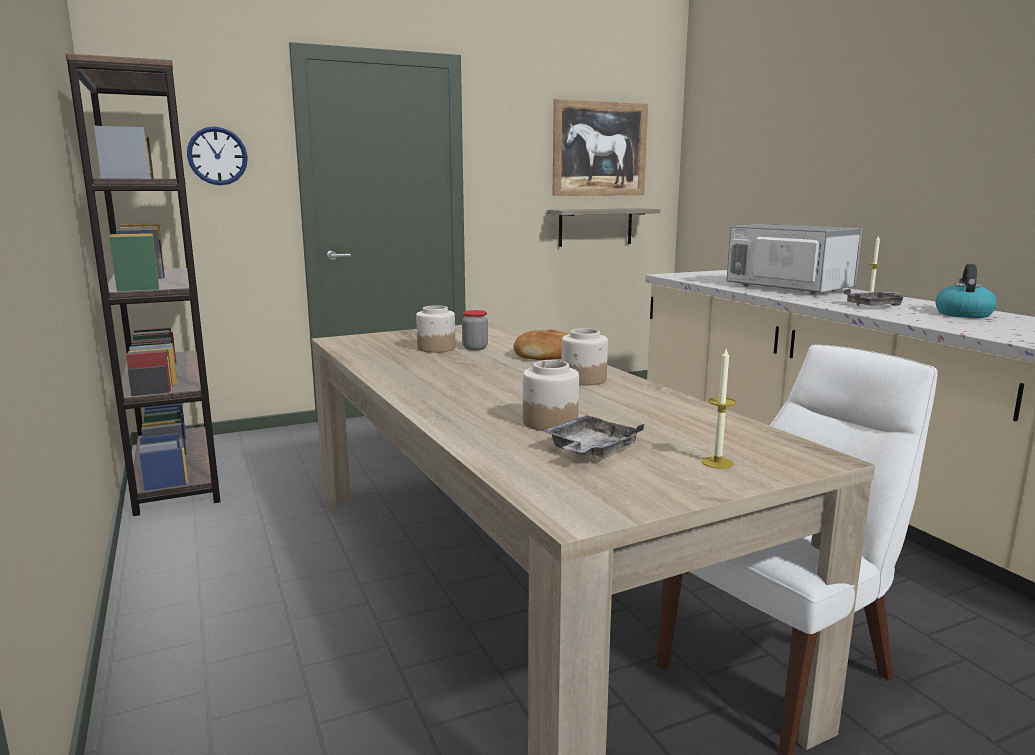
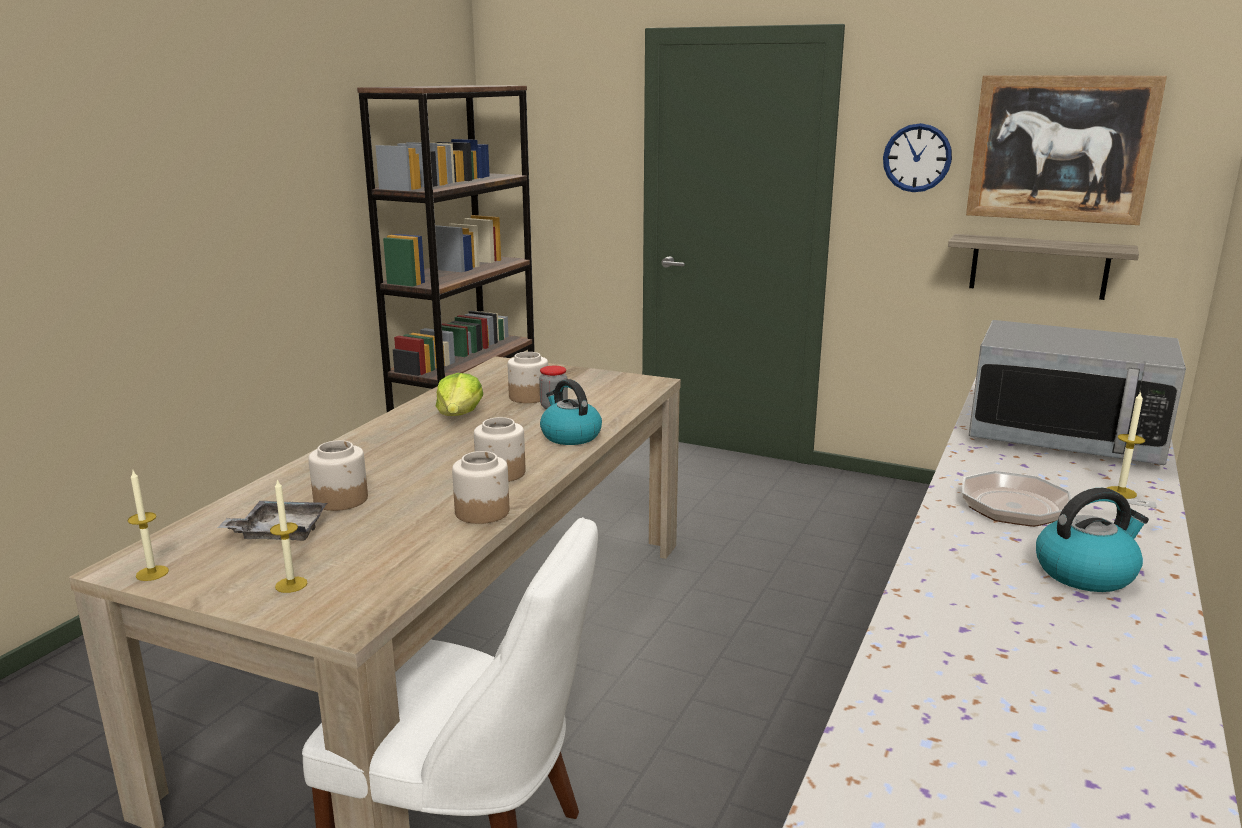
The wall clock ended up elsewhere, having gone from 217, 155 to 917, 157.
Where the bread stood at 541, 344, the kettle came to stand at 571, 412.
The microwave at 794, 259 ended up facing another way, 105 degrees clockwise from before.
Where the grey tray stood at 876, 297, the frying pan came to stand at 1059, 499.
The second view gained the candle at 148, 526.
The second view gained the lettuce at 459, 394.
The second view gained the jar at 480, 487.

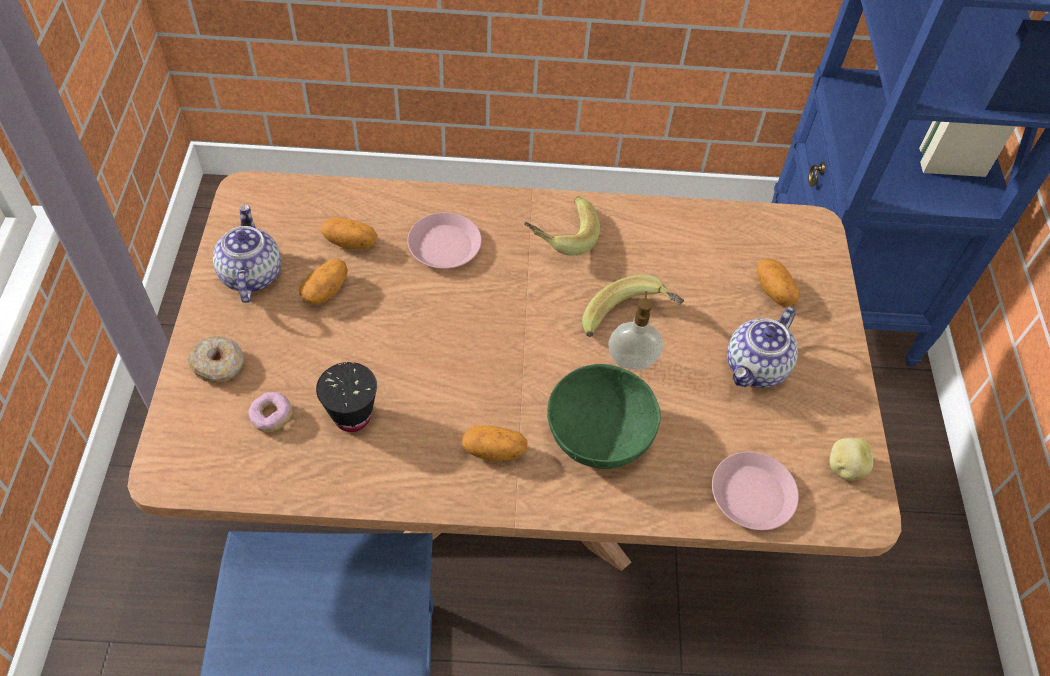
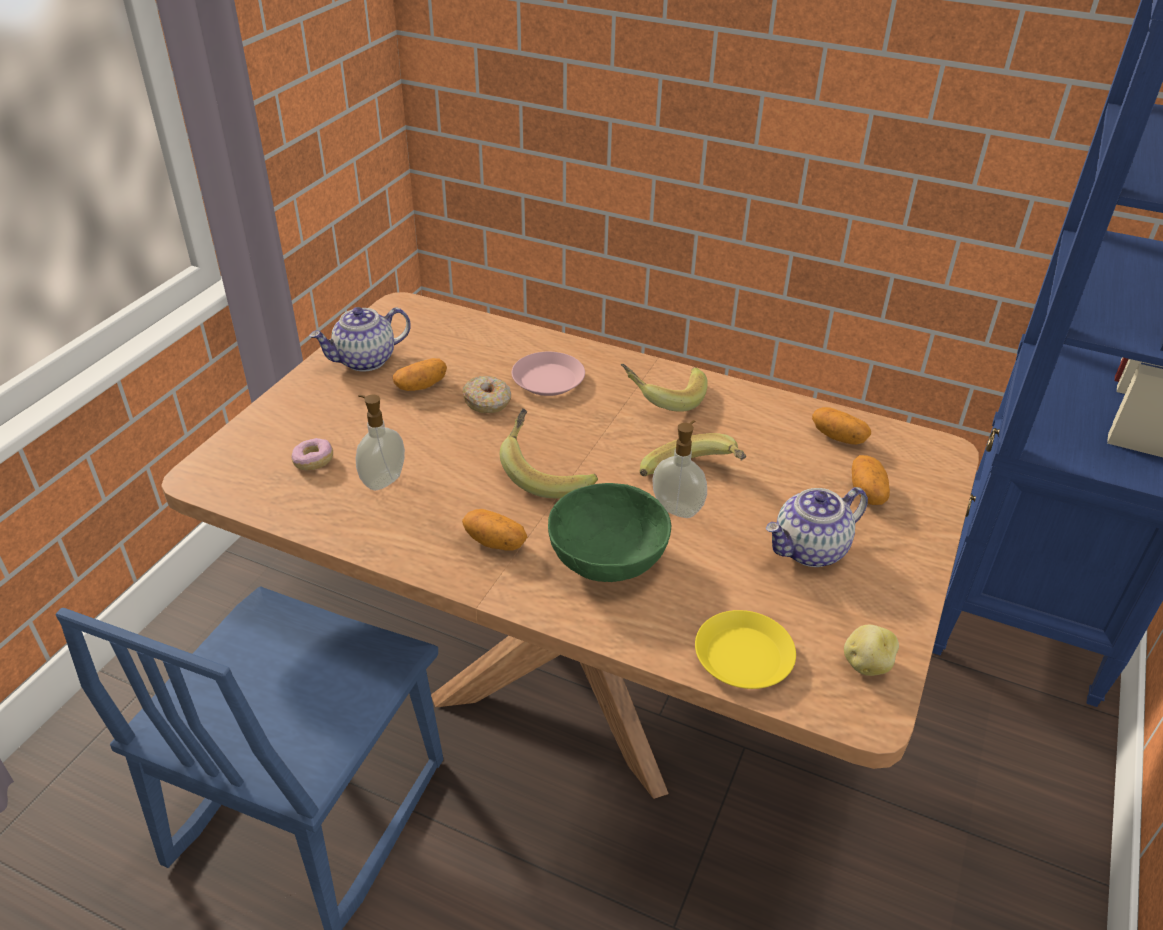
The donut ended up elsewhere, having gone from 216, 359 to 486, 394.
The teapot at 247, 253 ended up facing another way, 135 degrees counterclockwise from before.
Where the black cup stood at 346, 397, the soap dispenser came to stand at 380, 442.
The potato ended up elsewhere, having gone from 349, 233 to 841, 426.
What was the pink plate at 755, 491 turned into the yellow plate at 745, 649.
The second view gained the banana at 549, 453.

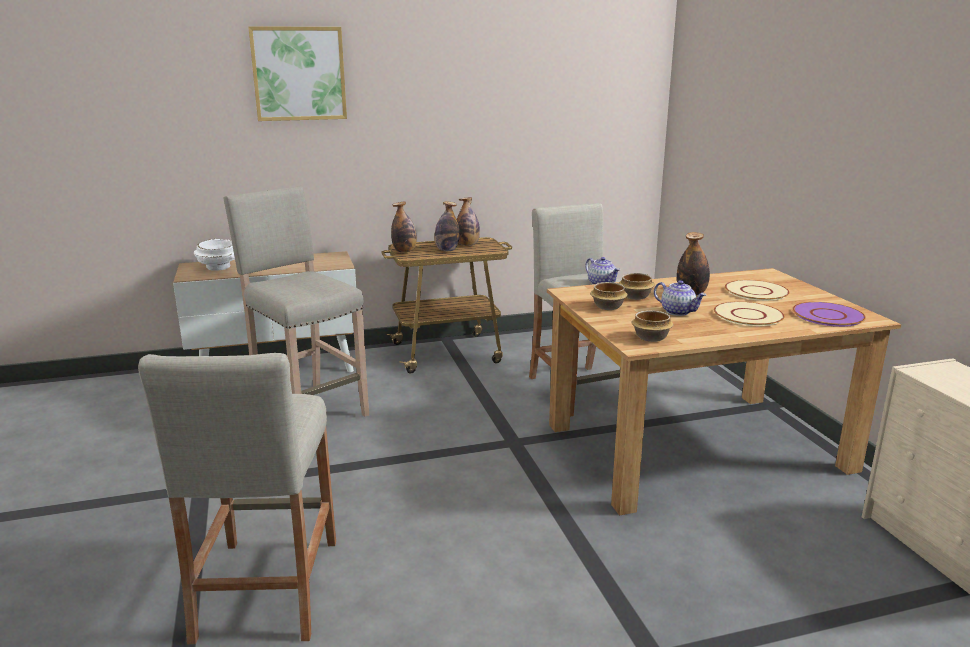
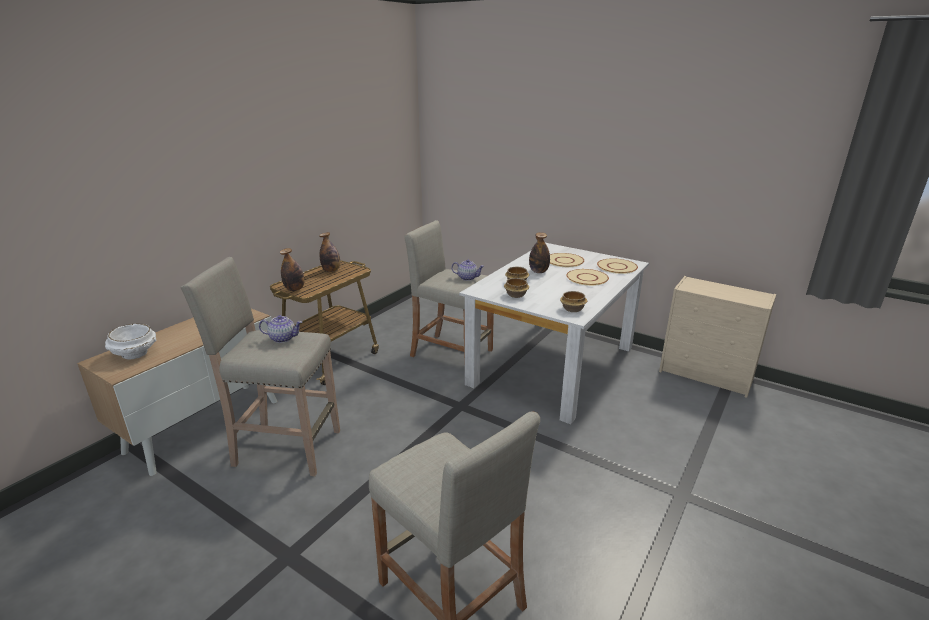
The second view lost the picture at 297, 73.
The second view lost the bottle at 447, 226.
What was the brown dining table at 724, 391 turned into the white dining table at 554, 333.
The teapot ended up elsewhere, having gone from 680, 298 to 280, 329.
What was the purple plate at 829, 314 turned into the beige plate at 617, 266.

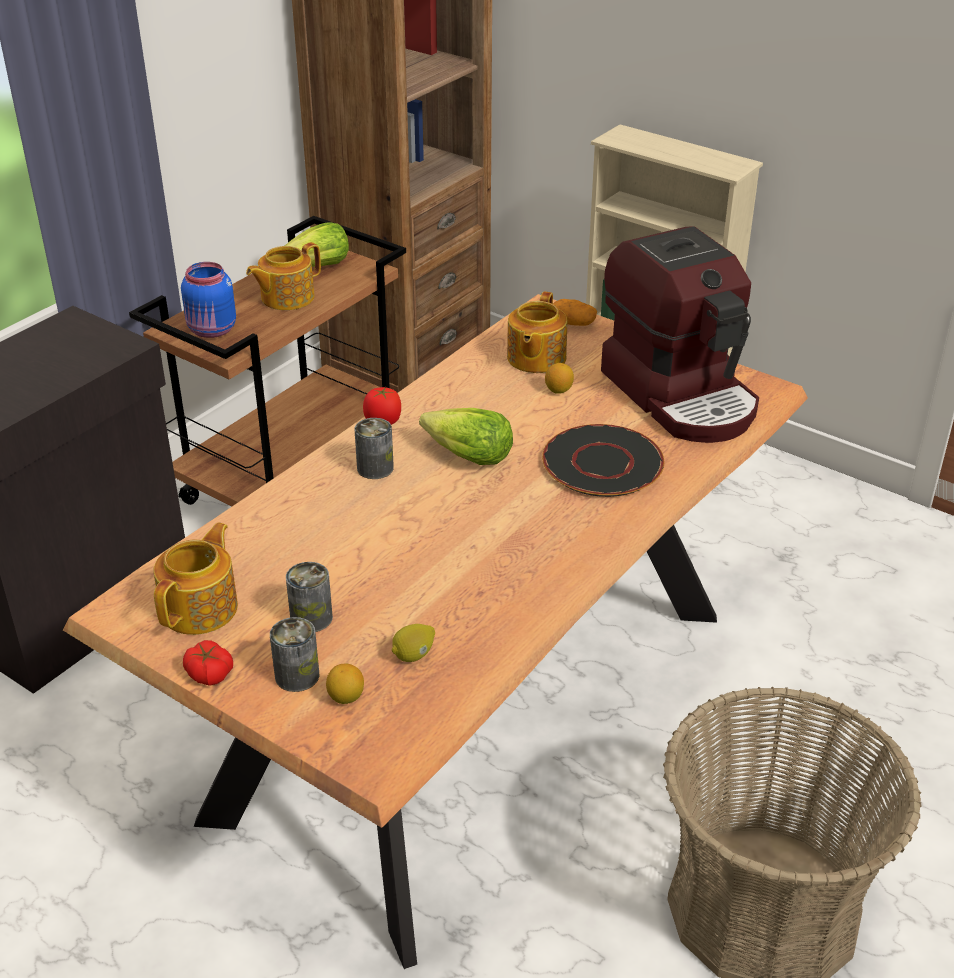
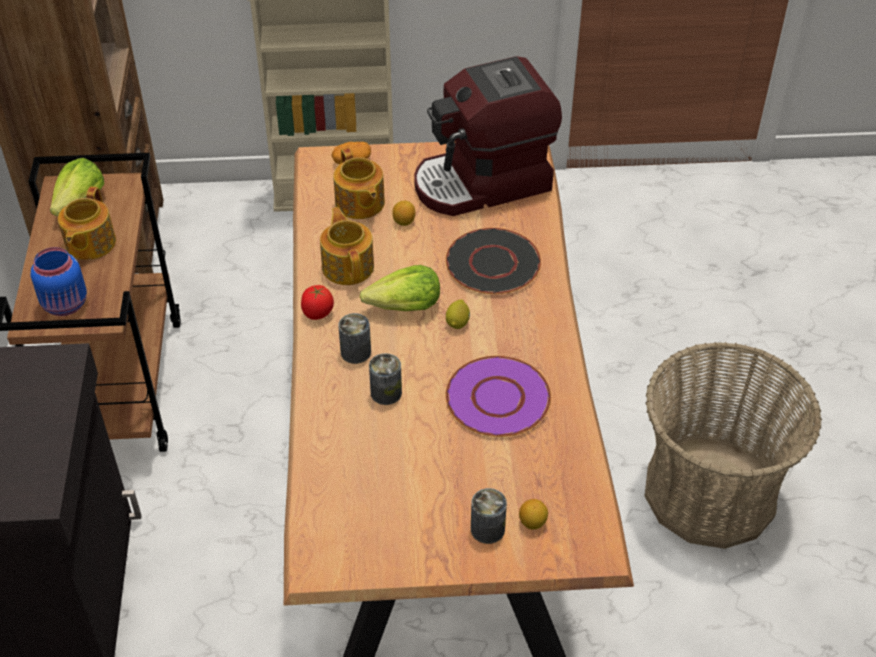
The teapot ended up elsewhere, having gone from 195, 578 to 347, 246.
The second view lost the tomato at 208, 663.
The can ended up elsewhere, having gone from 309, 597 to 385, 379.
The lemon ended up elsewhere, having gone from 413, 643 to 458, 314.
The coffee machine at 680, 334 ended up facing another way, 135 degrees clockwise from before.
The second view gained the purple plate at 498, 396.

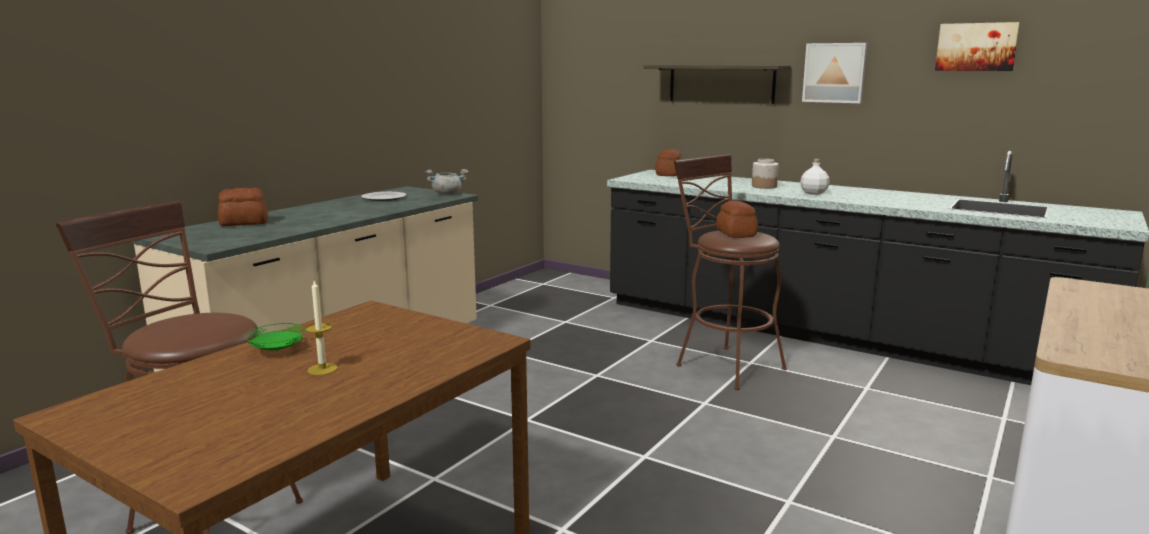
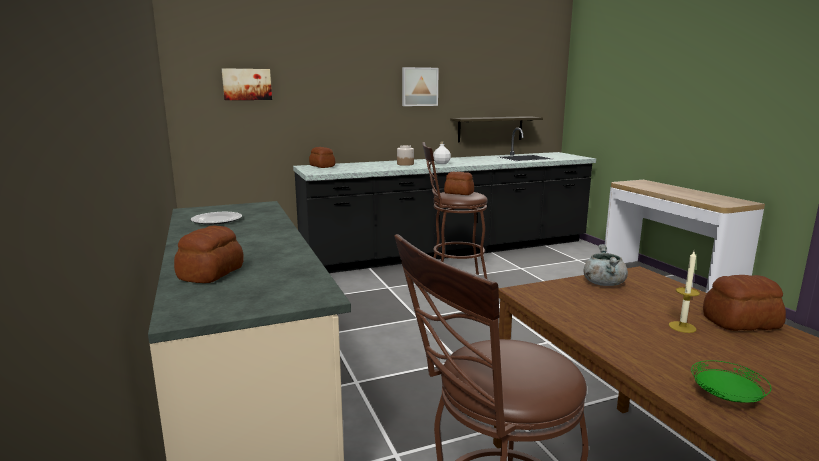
The green plate ended up elsewhere, having gone from 275, 337 to 731, 381.
The grey cooking pot ended up elsewhere, having gone from 447, 182 to 606, 265.
The shelf ended up elsewhere, having gone from 717, 84 to 496, 129.
The picture ended up elsewhere, having gone from 977, 46 to 247, 84.
The second view gained the bread at 744, 303.

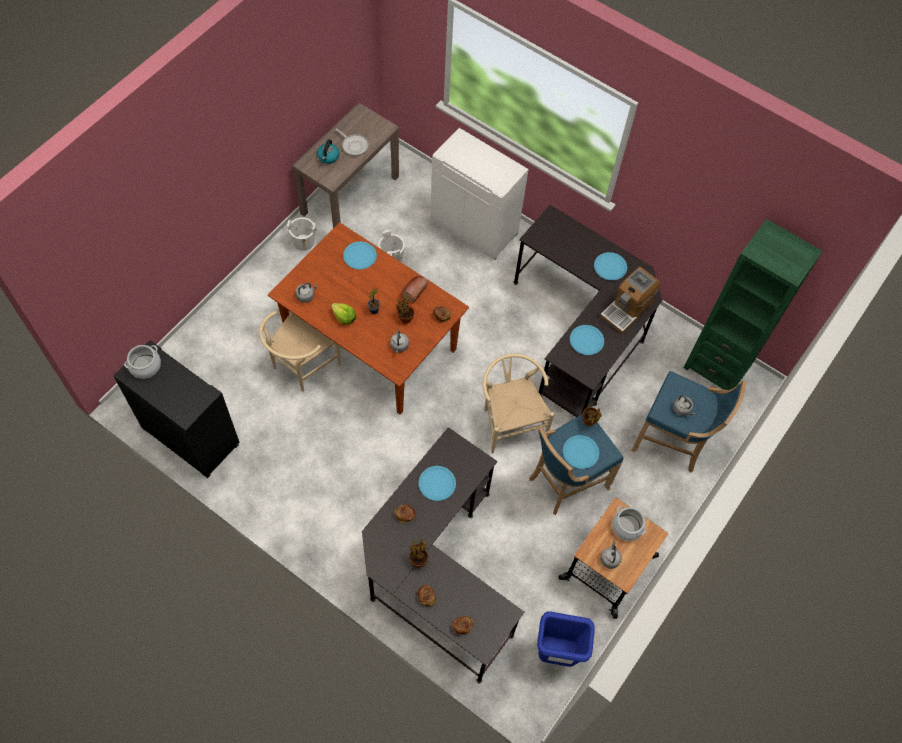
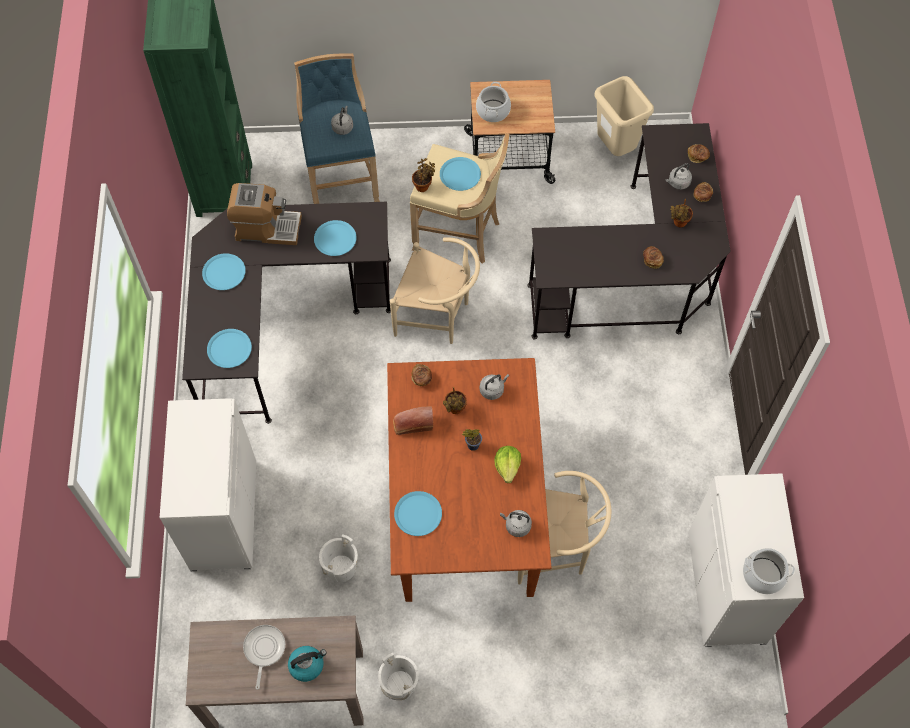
What was the black cabinet at 177, 409 turned into the white cabinet at 746, 560.
The blue plate ended up elsewhere, having gone from 437, 483 to 229, 348.
The beige chair at 518, 404 ended up facing another way, 105 degrees counterclockwise from before.
What was the blue stool at 576, 464 turned into the beige stool at 459, 198.
What was the blue trash can at 566, 639 turned into the beige trash can at 624, 116.
The grey kettle ended up elsewhere, having gone from 611, 555 to 679, 176.

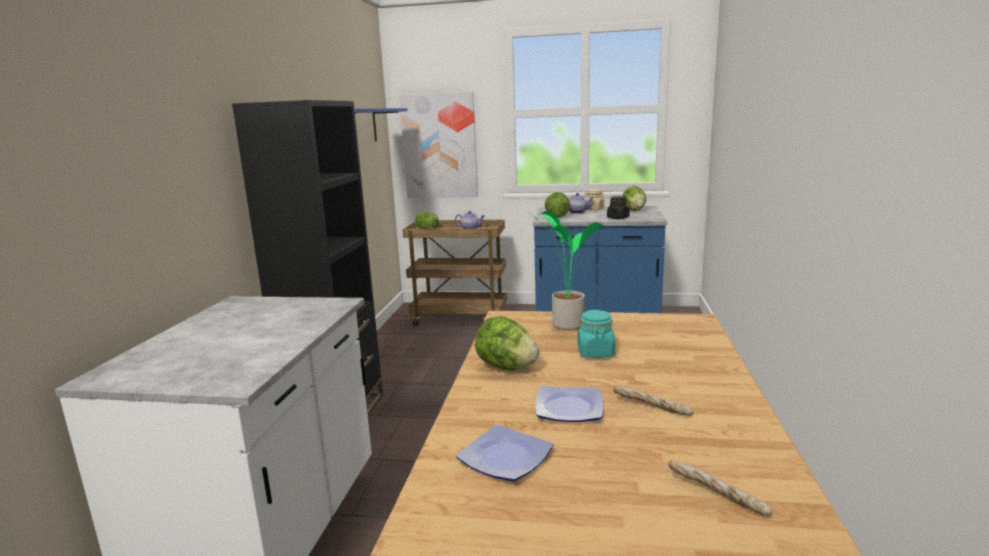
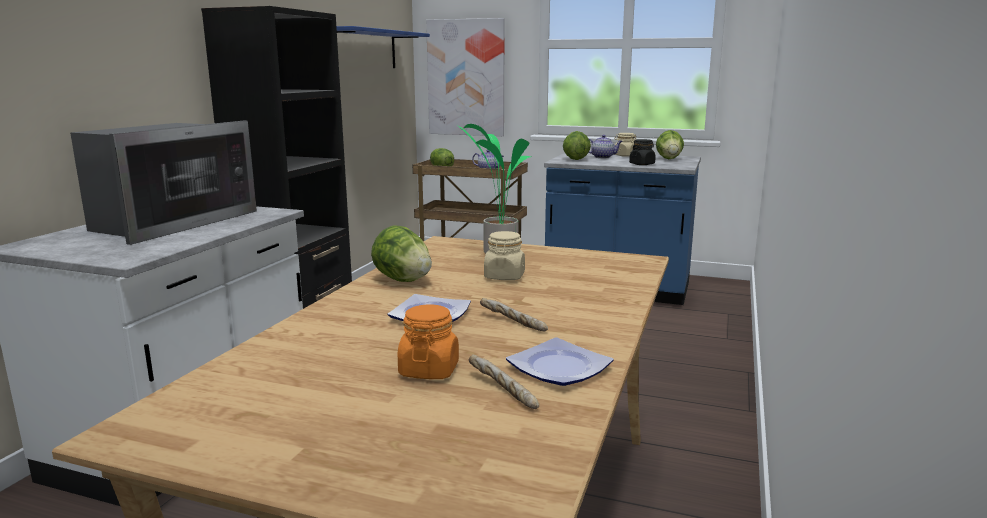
The plate ended up elsewhere, having gone from 505, 452 to 560, 361.
What was the turquoise jar at 596, 334 turned into the beige jar at 504, 255.
The second view gained the microwave at 163, 183.
The second view gained the orange jar at 428, 341.

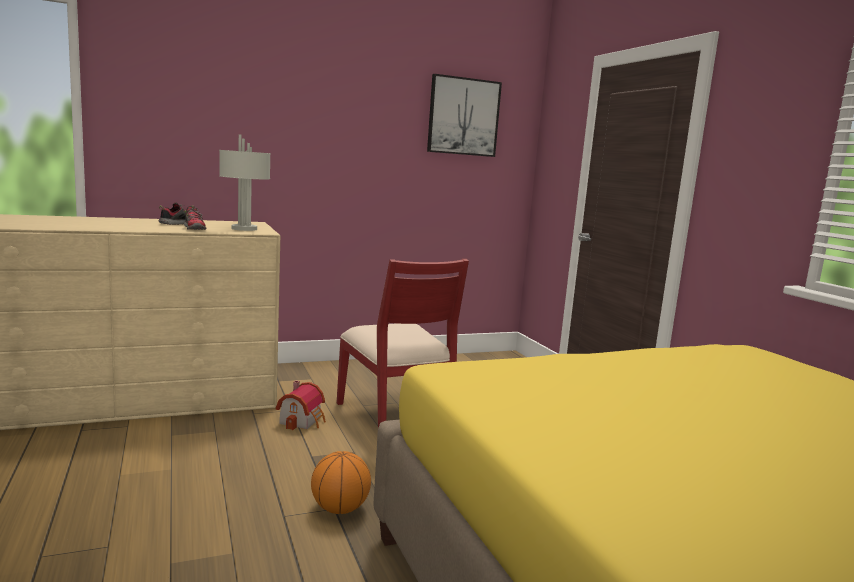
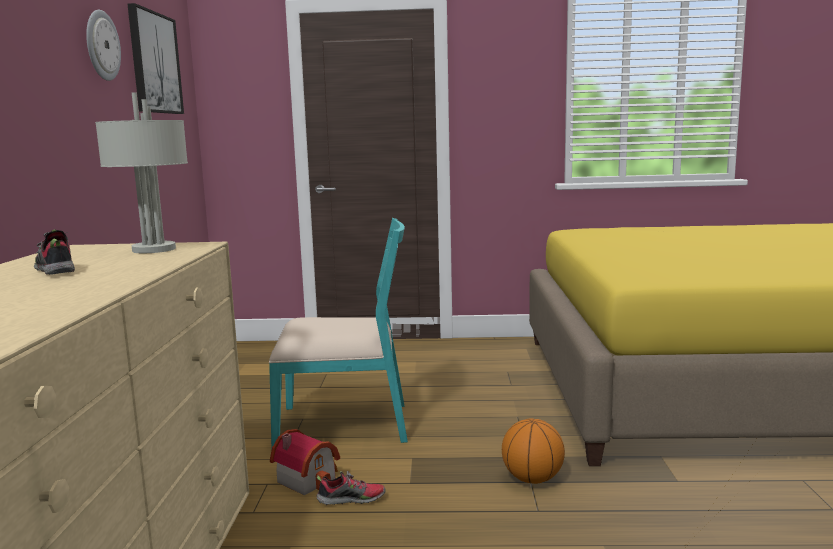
The shoe ended up elsewhere, having gone from 195, 217 to 351, 488.
What was the red chair at 403, 343 turned into the turquoise chair at 338, 333.
The second view gained the wall clock at 103, 45.

